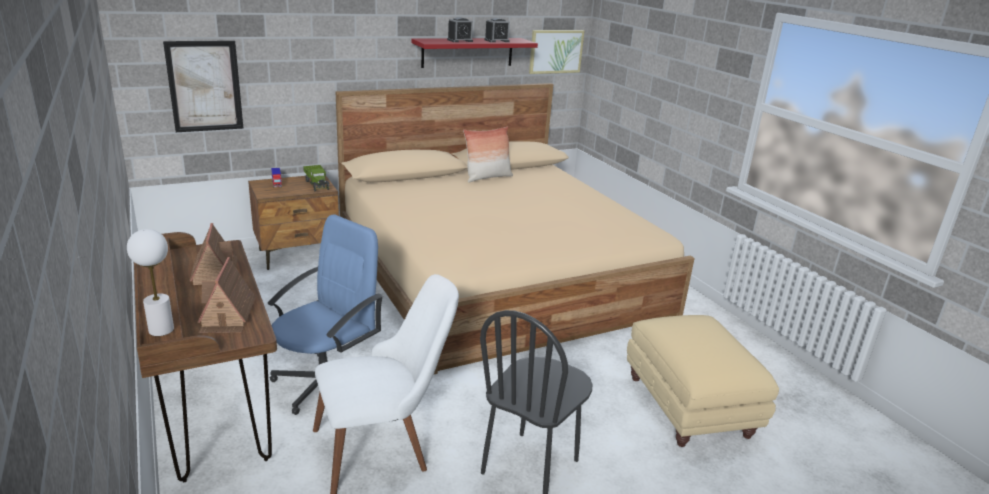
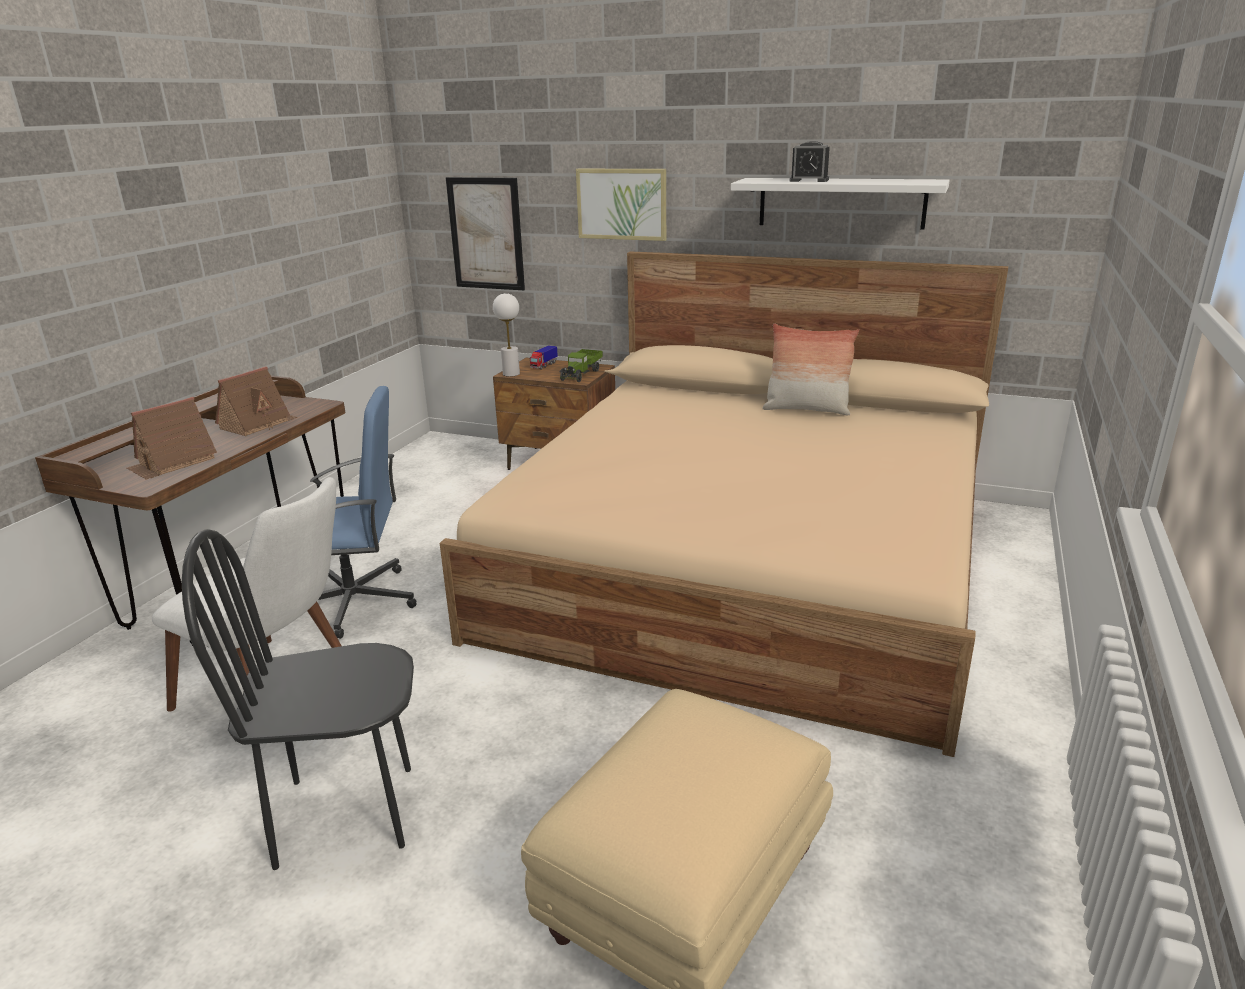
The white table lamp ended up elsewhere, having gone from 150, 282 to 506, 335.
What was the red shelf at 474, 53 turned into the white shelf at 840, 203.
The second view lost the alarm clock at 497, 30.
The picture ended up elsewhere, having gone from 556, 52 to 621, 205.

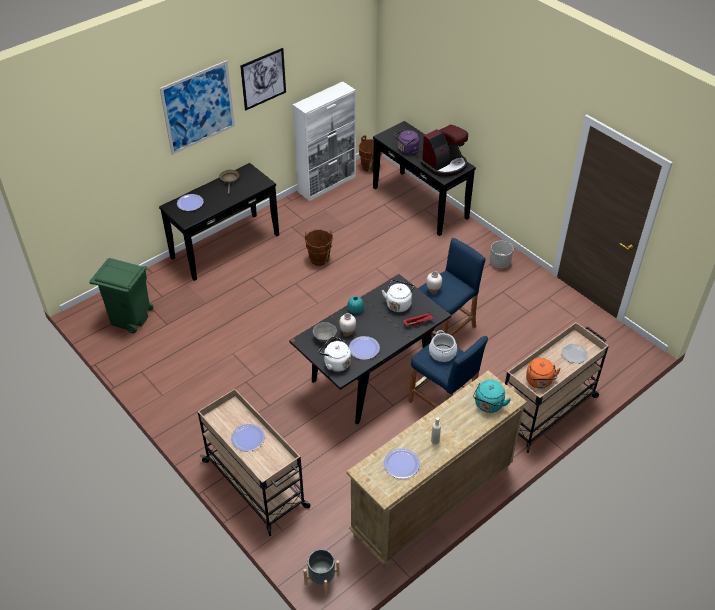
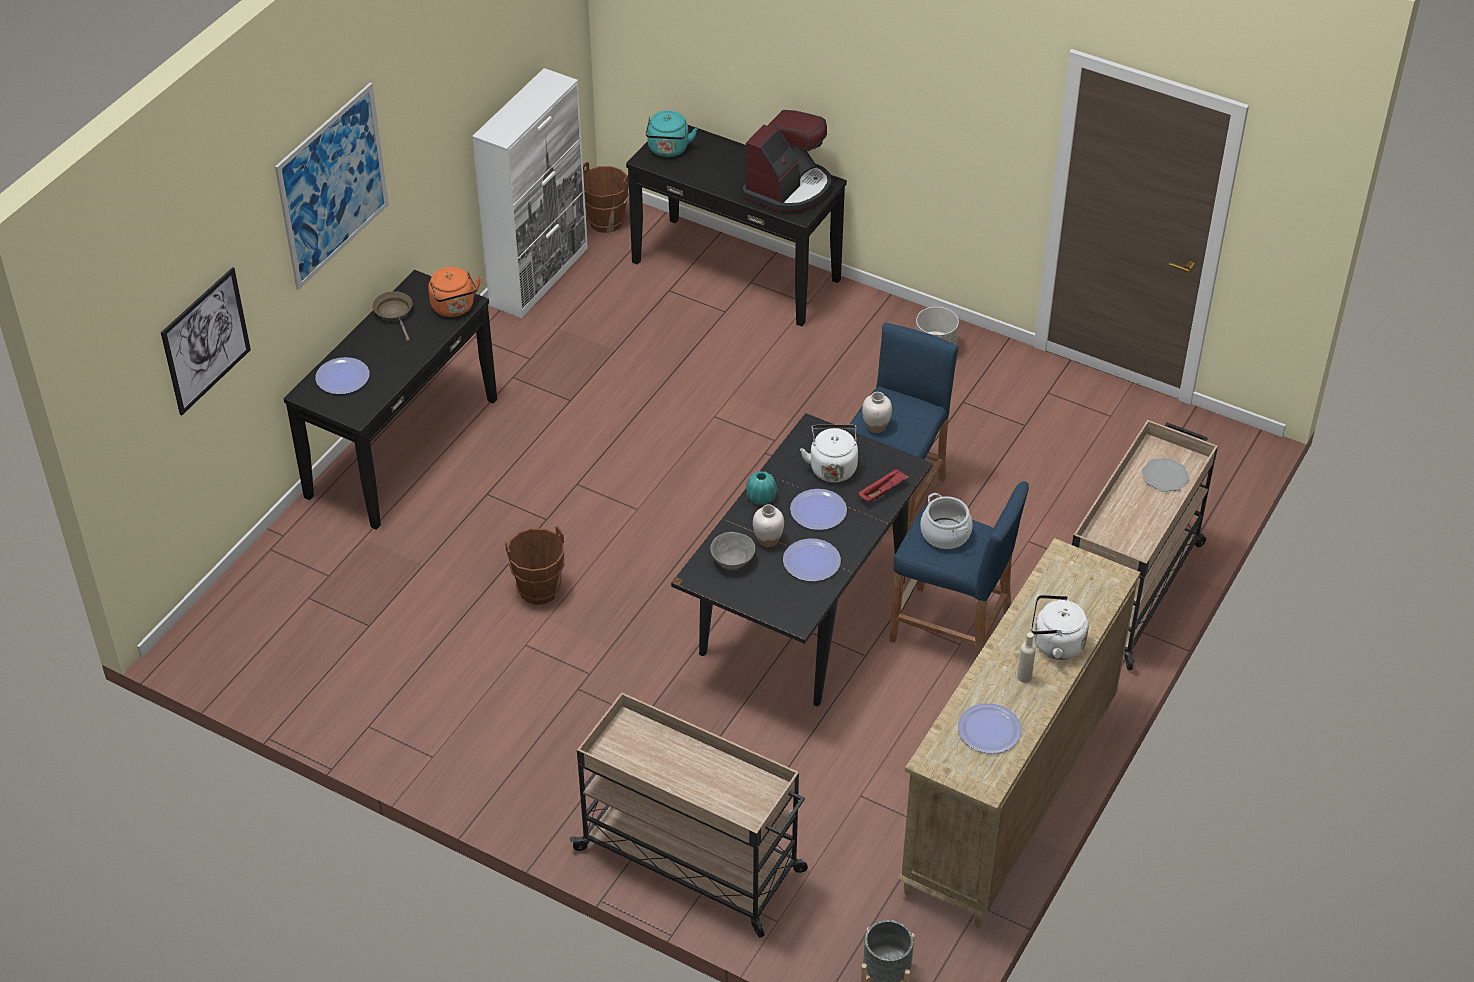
The second view lost the green trash can at 121, 296.
The plate ended up elsewhere, having gone from 248, 437 to 818, 509.
The picture ended up elsewhere, having gone from 263, 79 to 206, 341.
The brown bucket ended up elsewhere, having gone from 319, 247 to 534, 565.
The white kettle ended up elsewhere, having gone from 335, 354 to 1060, 627.
The second view lost the purple kettle at 406, 141.
The turquoise kettle ended up elsewhere, having gone from 492, 396 to 671, 133.
The orange kettle ended up elsewhere, having gone from 543, 373 to 454, 292.

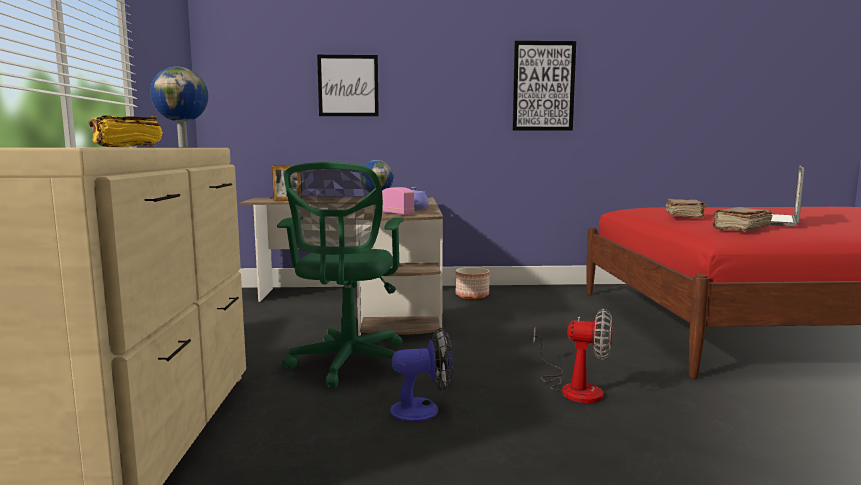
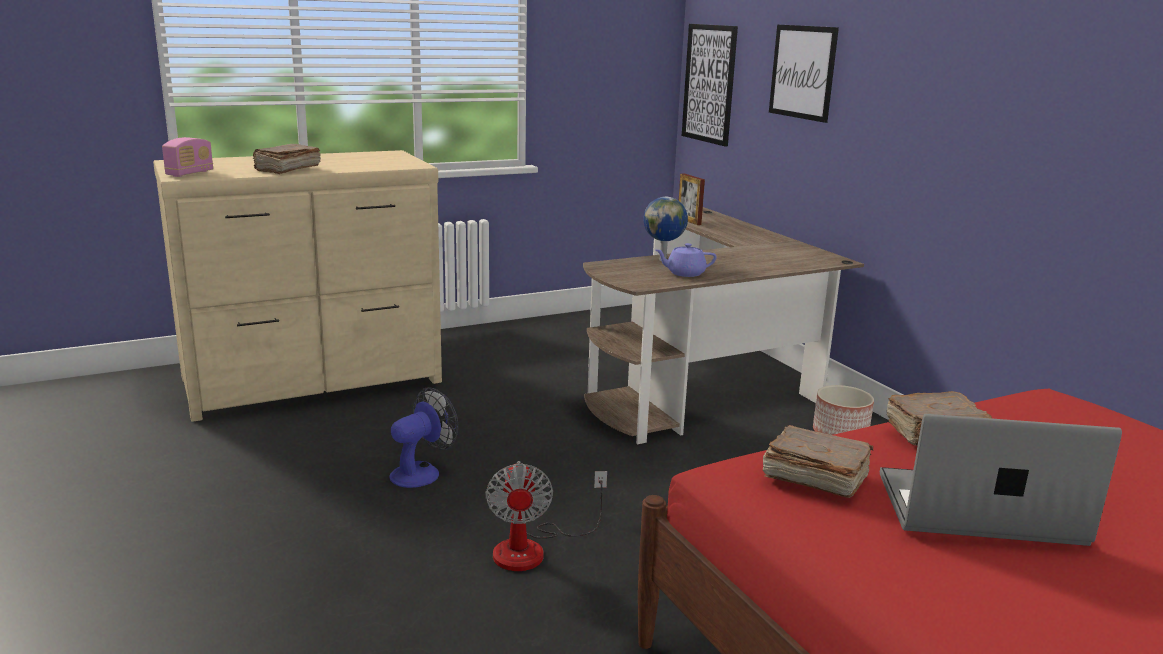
What was the yellow book at 125, 131 turned into the brown book at 287, 159.
The second view lost the globe at 179, 107.
The second view lost the green office chair at 340, 275.
The radio ended up elsewhere, having gone from 398, 201 to 187, 157.
The fan at 421, 374 ended up facing another way, 105 degrees counterclockwise from before.
The picture ended up elsewhere, having gone from 544, 86 to 710, 85.

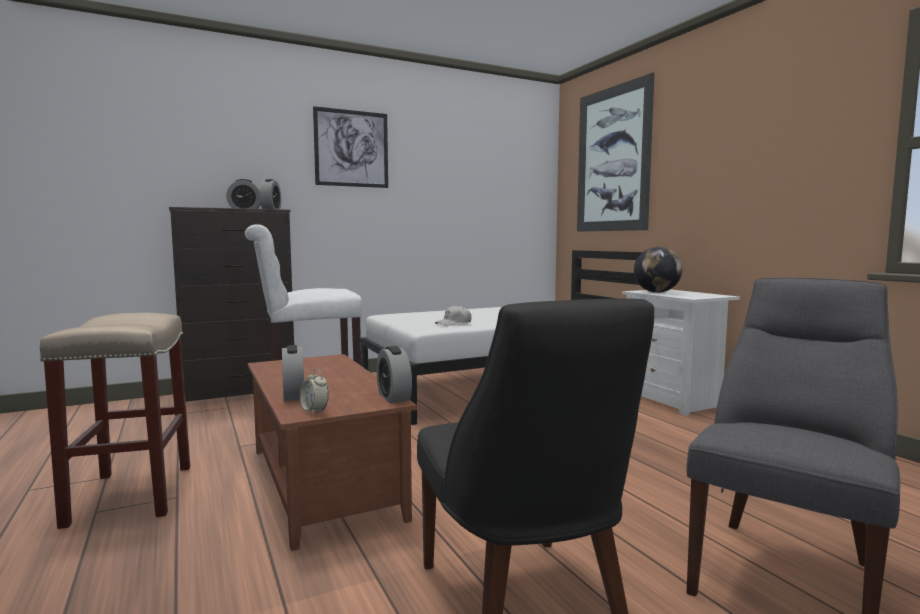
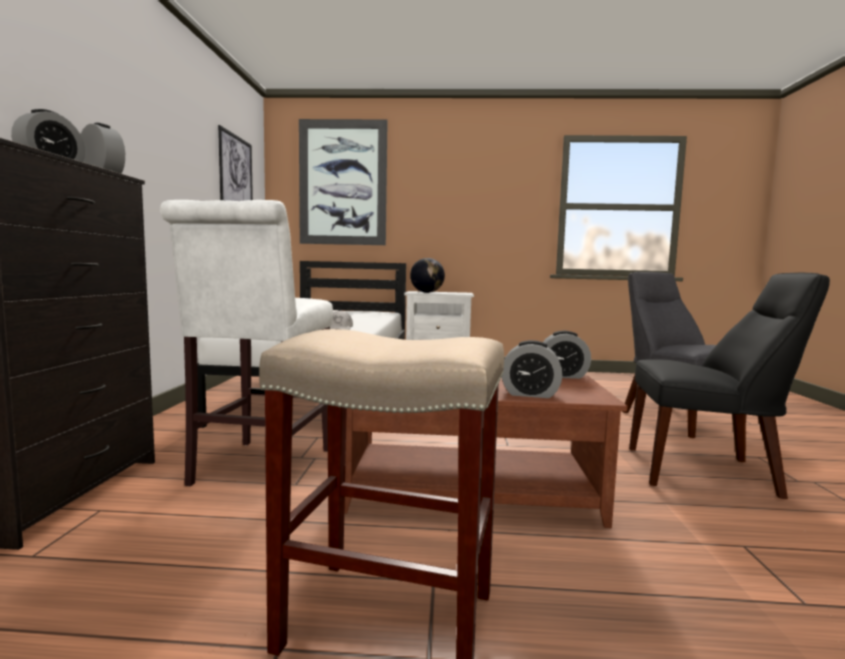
The second view lost the alarm clock at 314, 392.
The picture ended up elsewhere, having gone from 350, 147 to 235, 163.

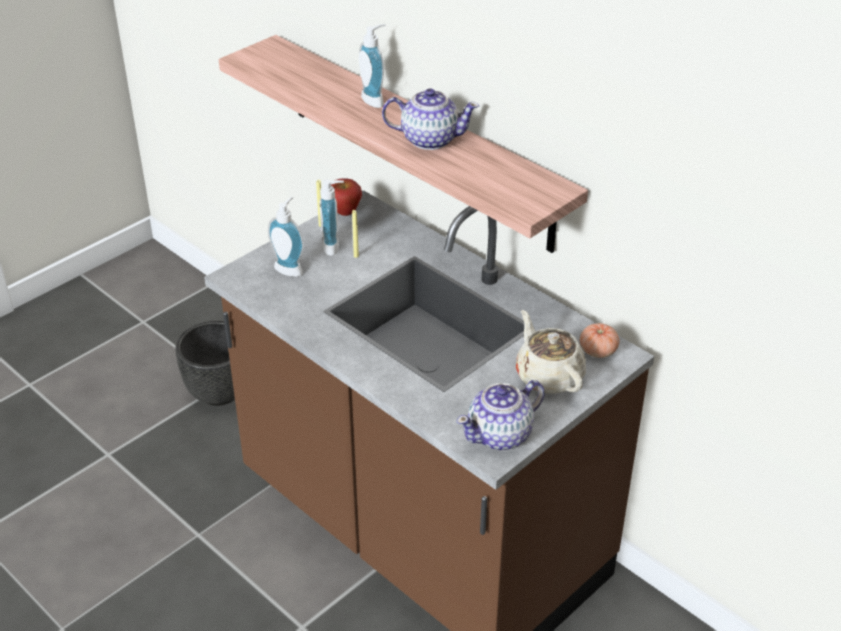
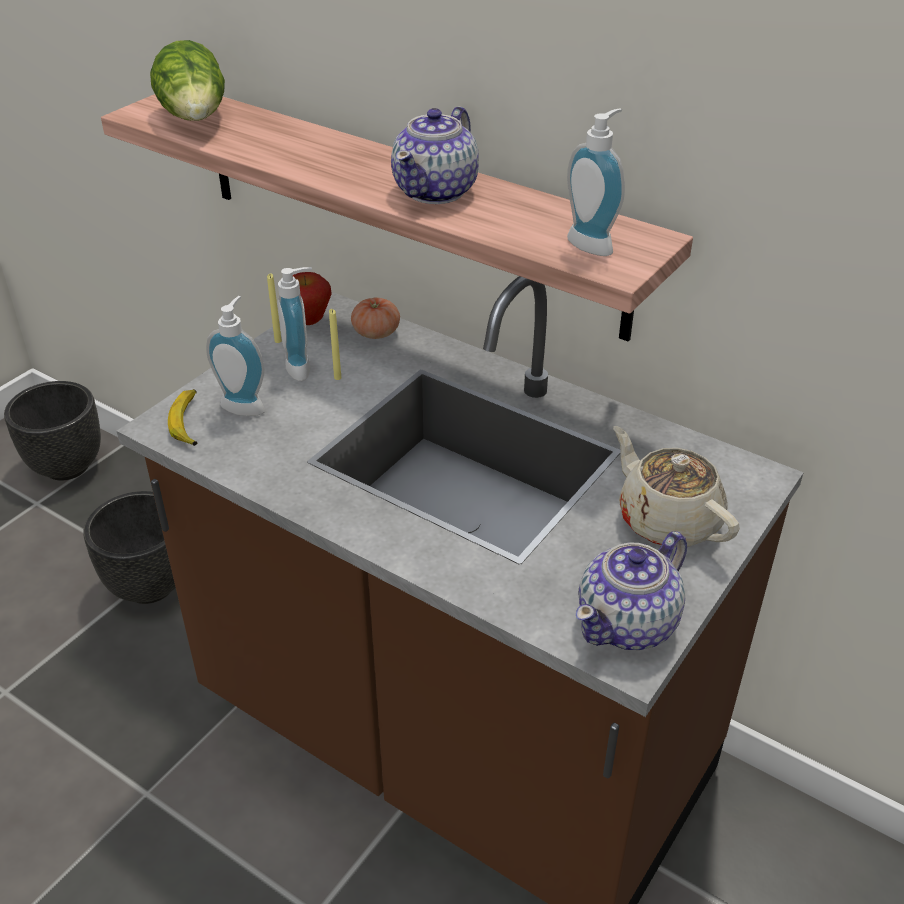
The soap dispenser ended up elsewhere, having gone from 372, 66 to 596, 182.
The teapot at 430, 119 ended up facing another way, 120 degrees clockwise from before.
The tomato ended up elsewhere, having gone from 599, 340 to 375, 318.
The second view gained the black planter at 52, 430.
The second view gained the lettuce at 187, 80.
The second view gained the banana at 183, 417.

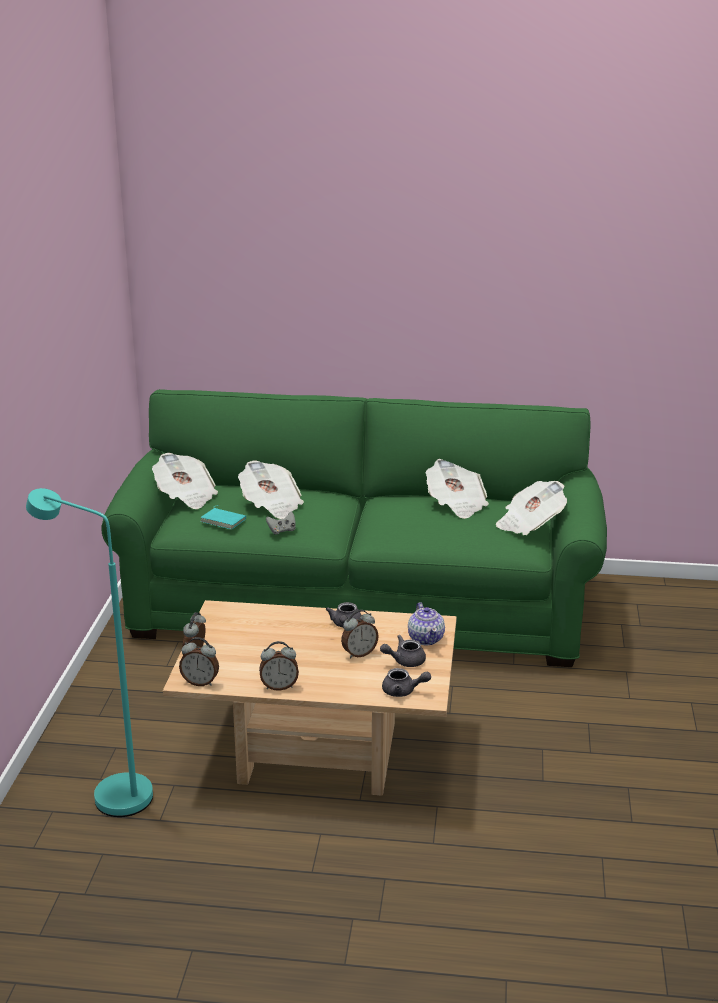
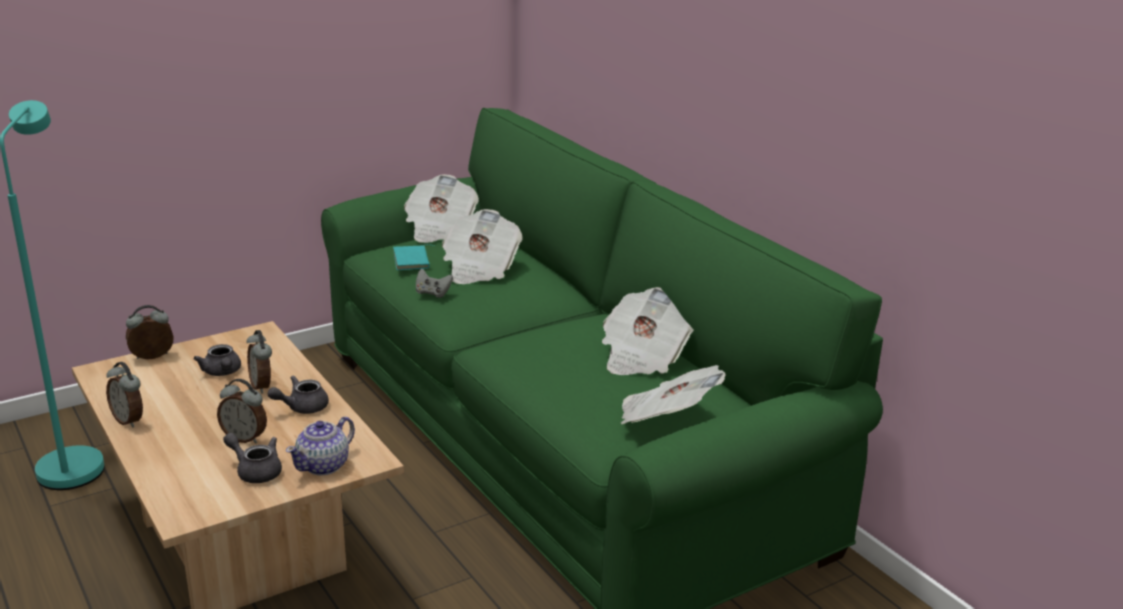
The alarm clock ended up elsewhere, having gone from 199, 661 to 259, 362.
The grey teapot ended up elsewhere, having gone from 406, 682 to 217, 360.

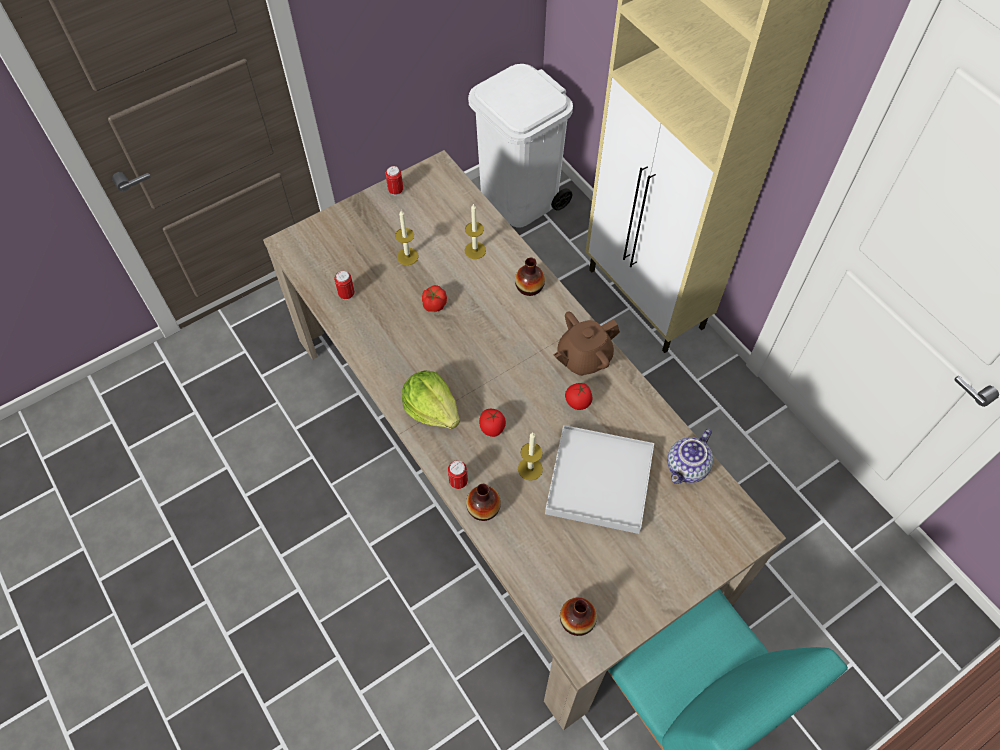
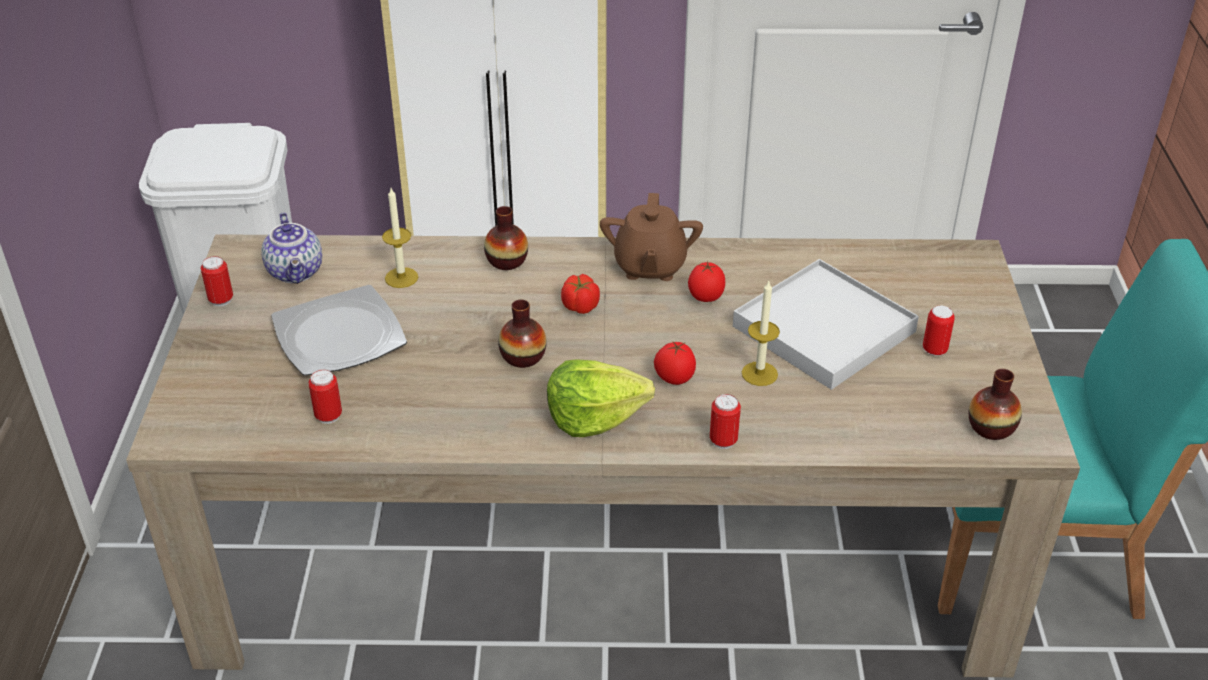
Where the candle stood at 407, 237, the plate came to stand at 339, 330.
The tomato ended up elsewhere, having gone from 434, 298 to 580, 294.
The vase ended up elsewhere, having gone from 483, 502 to 522, 333.
The teapot ended up elsewhere, having gone from 690, 456 to 291, 248.
The second view gained the can at 939, 330.

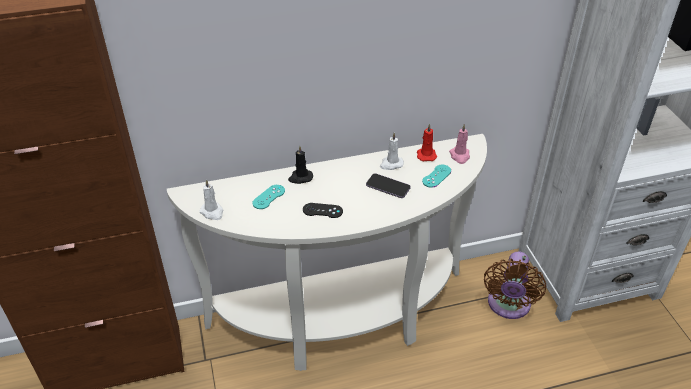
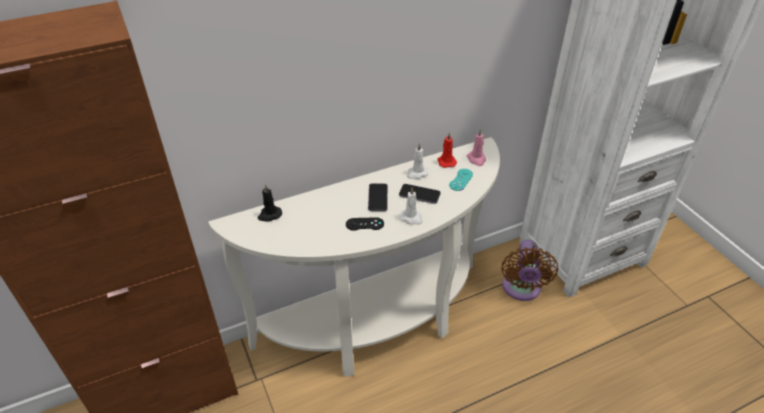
The white candle ended up elsewhere, having gone from 211, 200 to 410, 206.
The second view lost the turquoise game controller at 268, 197.
The black candle ended up elsewhere, having gone from 300, 165 to 270, 202.
The second view gained the phone at 378, 197.

